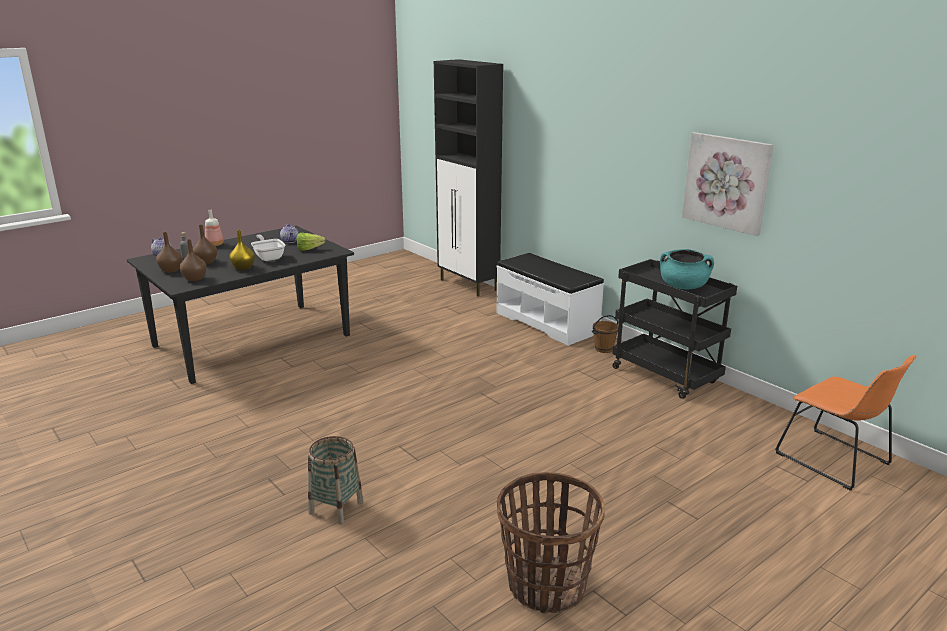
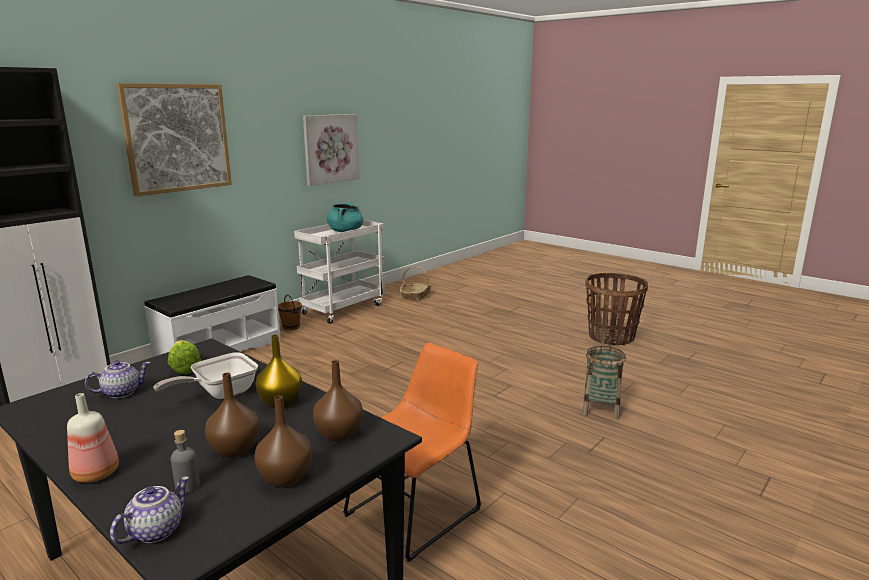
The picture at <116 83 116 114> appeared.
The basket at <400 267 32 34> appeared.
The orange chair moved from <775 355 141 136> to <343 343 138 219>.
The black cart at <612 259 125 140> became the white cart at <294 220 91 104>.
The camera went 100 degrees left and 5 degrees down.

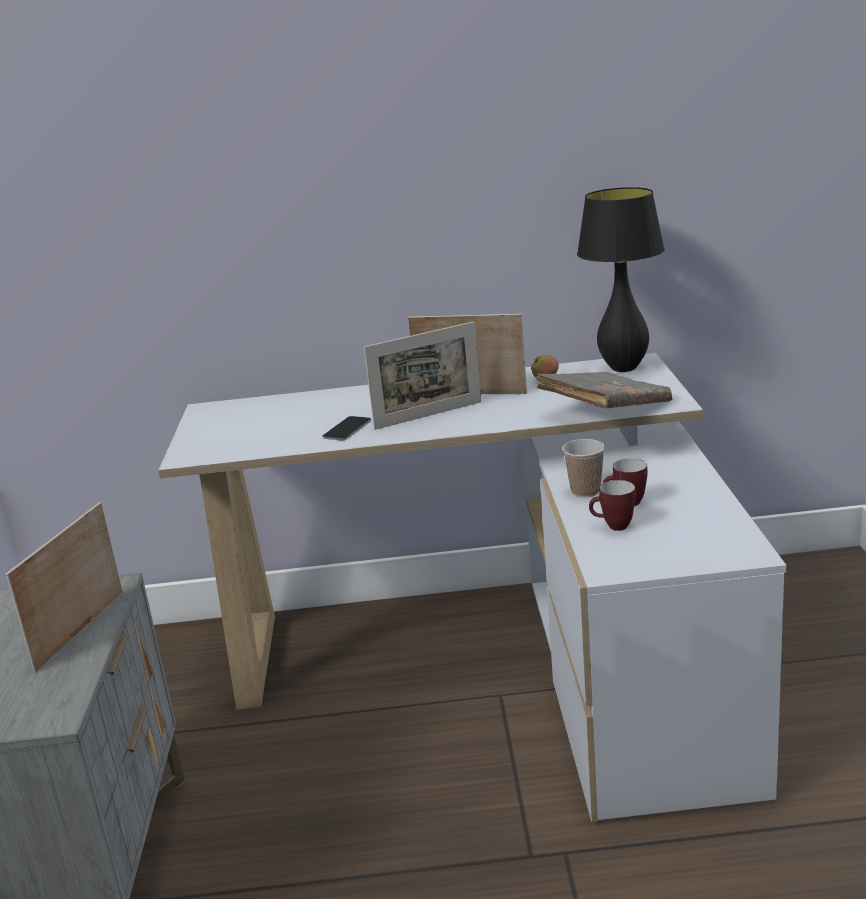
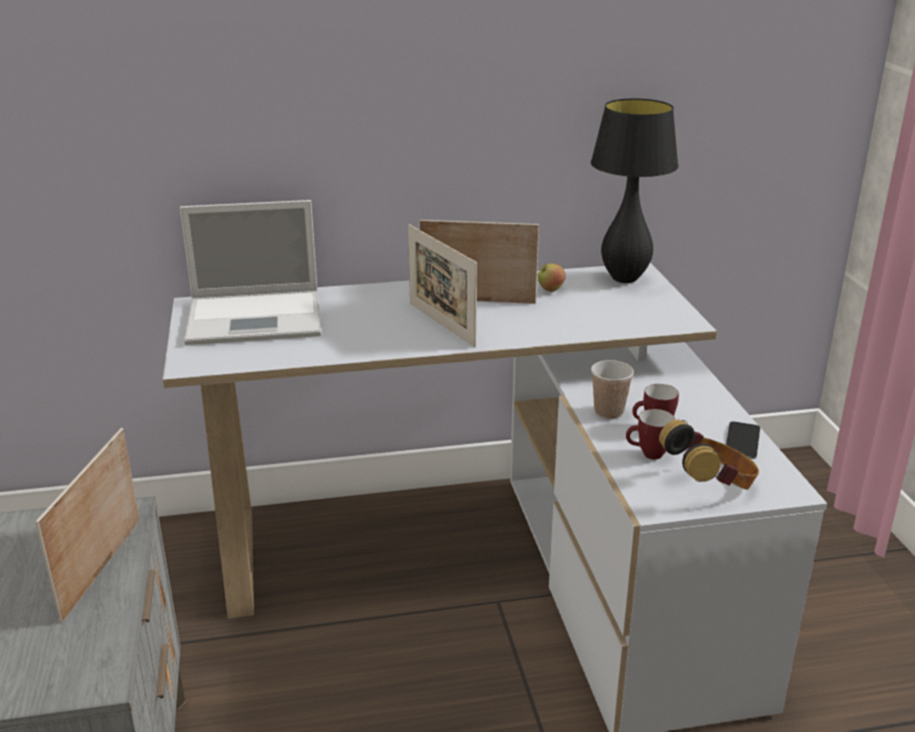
The grey book at <536 372 136 36> disappeared.
The laptop at <180 200 141 145> appeared.
The headphones at <659 419 100 71> appeared.
The phone moved from <323 416 48 24> to <726 421 34 38>.
The picture frame at <364 321 117 109> turned 90 degrees clockwise.
The camera went 10 degrees left and 5 degrees up.

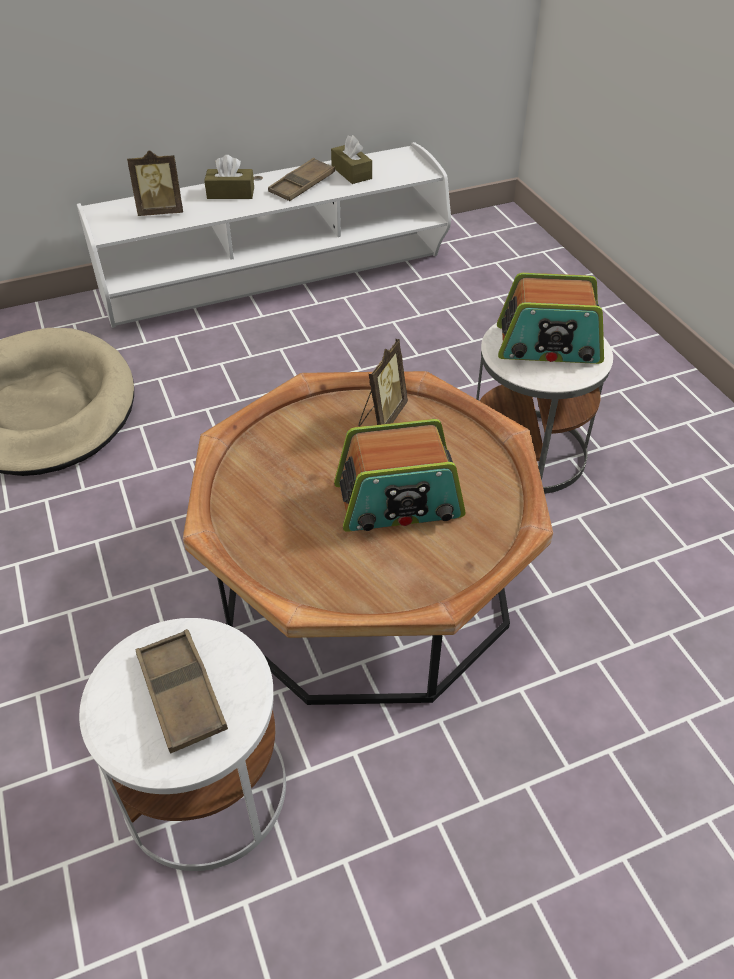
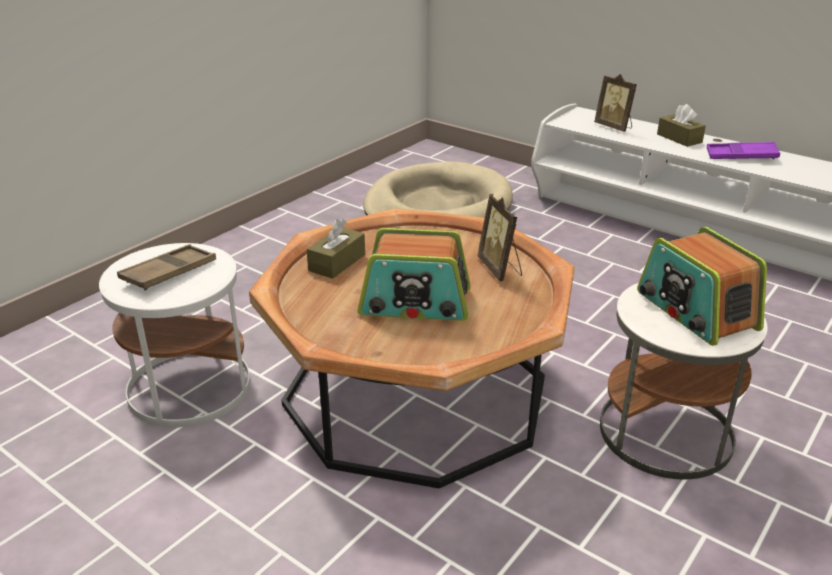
The brown tissue box moved from <331 135 41 49> to <307 219 58 60>.
The brown tray at <268 158 67 43> became the purple tray at <707 142 73 17>.
The radio at <334 419 132 113> turned 45 degrees counterclockwise.
The picture frame at <358 339 50 87> turned 75 degrees clockwise.
The camera went 60 degrees right and 15 degrees down.

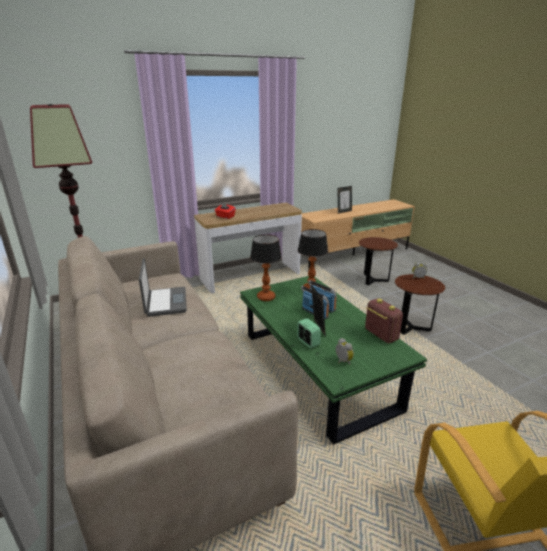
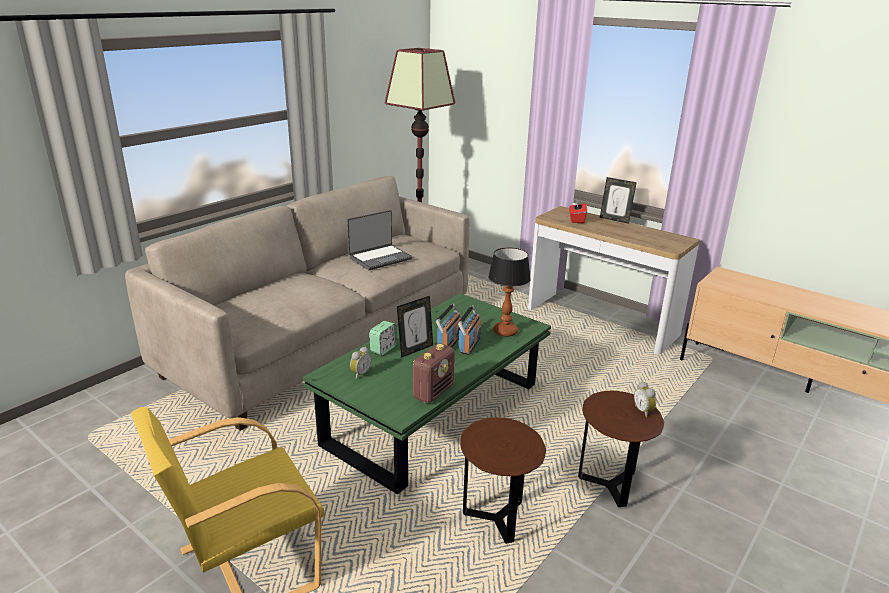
The table lamp at <250 235 32 66> disappeared.
The picture frame moved from <338 186 14 28> to <600 177 37 47>.
The brown side table moved from <359 237 39 48> to <460 417 86 127>.
The camera went 65 degrees right and 0 degrees up.

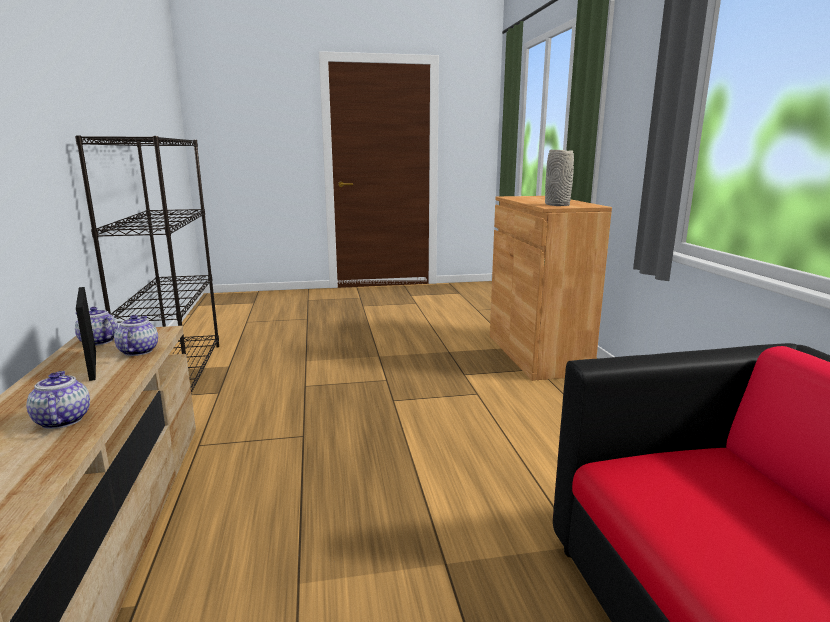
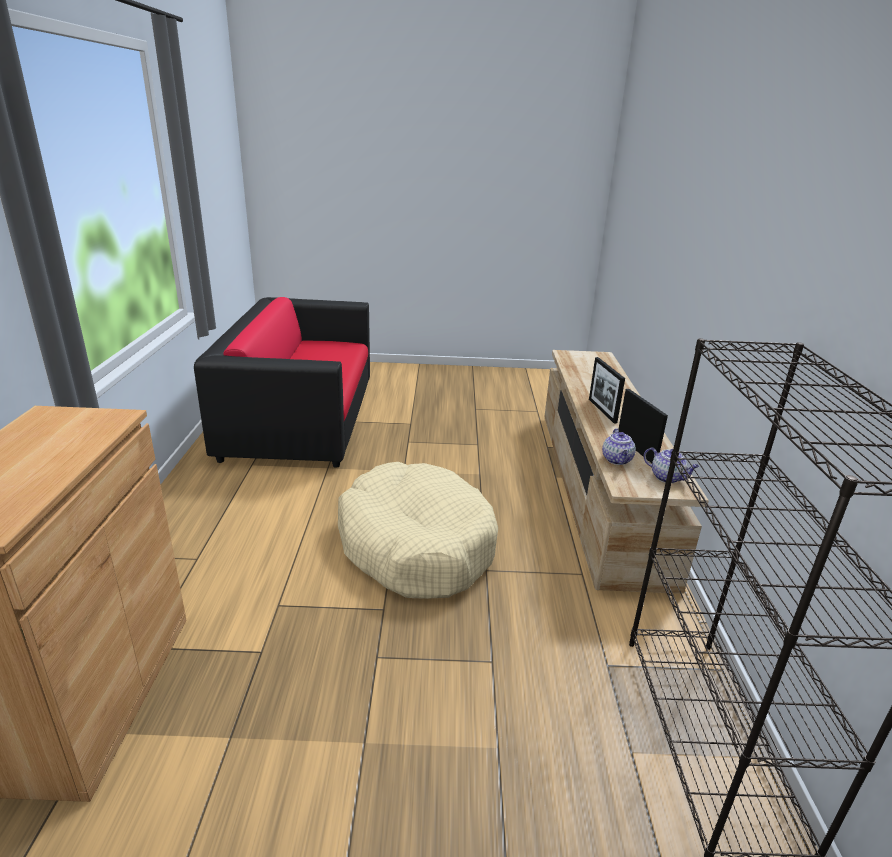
The grey vase at <545 150 29 56> disappeared.
The beige dog bed at <338 462 160 137> appeared.
The teapot at <26 371 64 58> was replaced by the picture frame at <589 357 36 67>.
The camera went 170 degrees left and 10 degrees up.

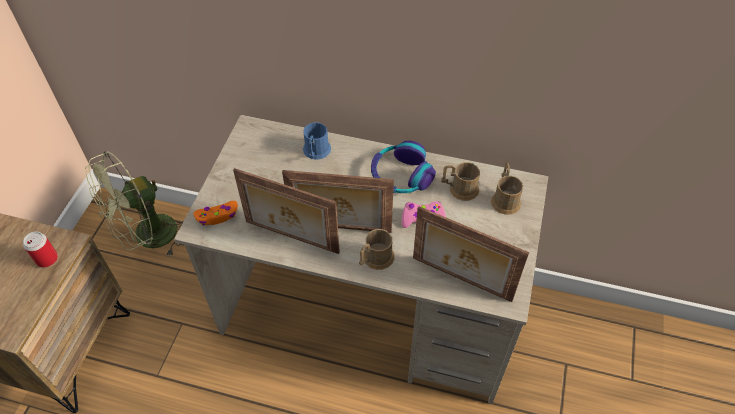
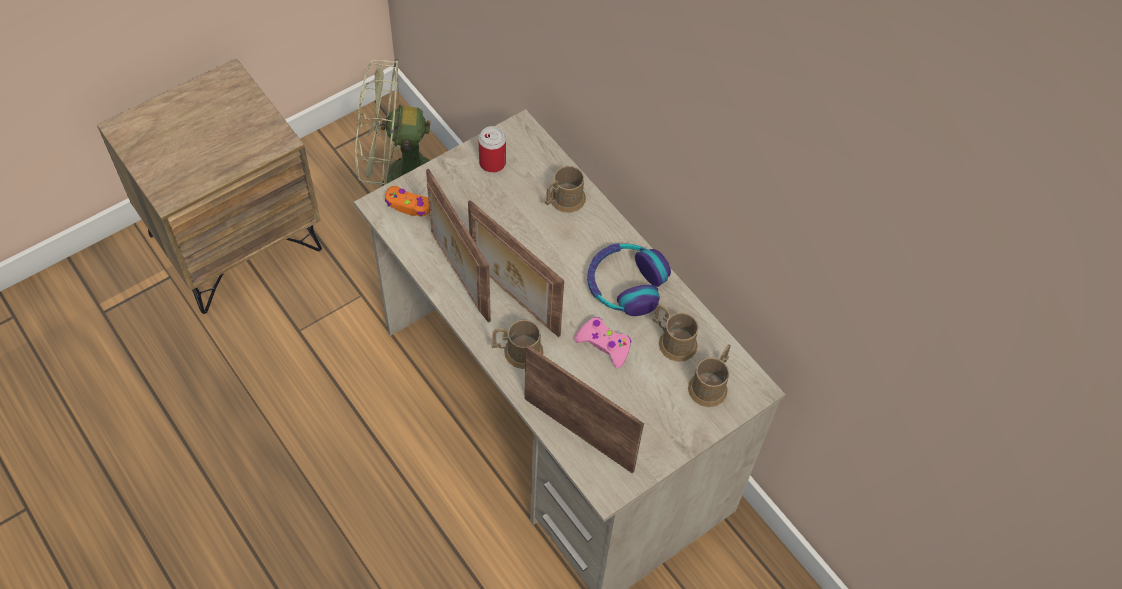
The can moved from <23 231 35 37> to <478 126 28 47>.
The blue mug at <303 122 28 38> became the brown mug at <545 166 41 47>.
The picture frame at <413 206 116 96> turned 150 degrees clockwise.
The camera went 35 degrees right and 5 degrees up.

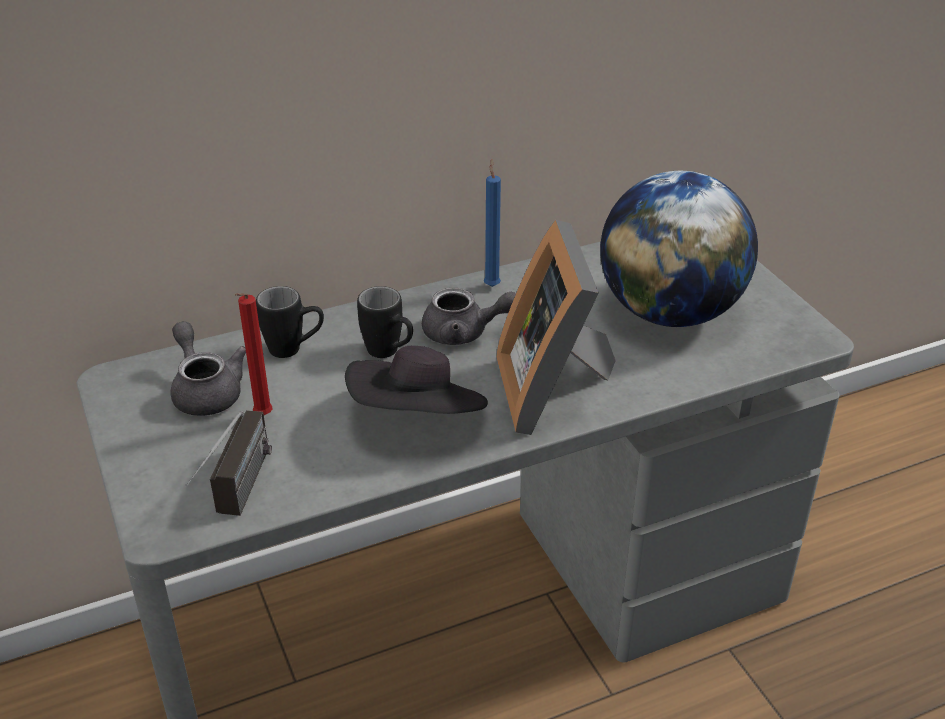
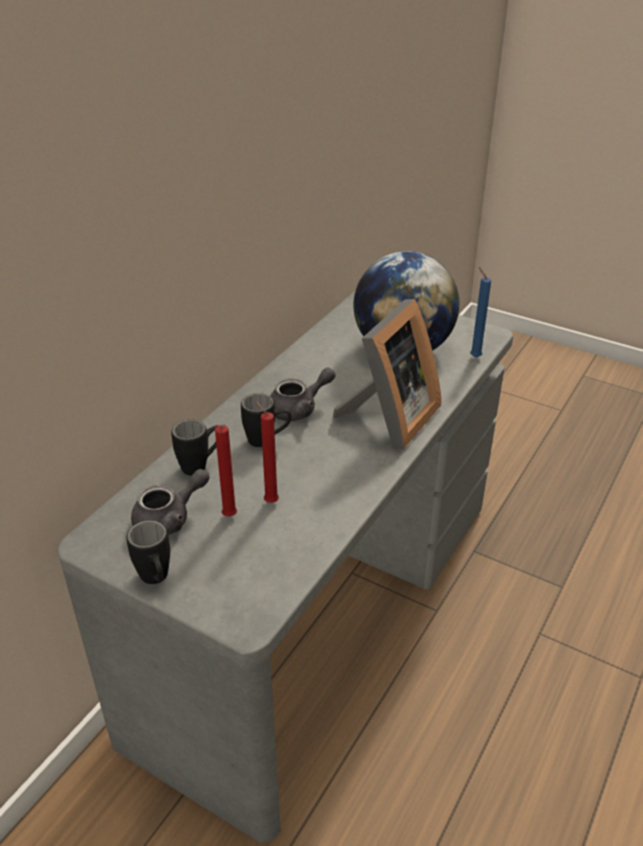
The radio at <185 410 87 106> disappeared.
The black hat at <345 346 143 68> disappeared.
The black mug at <126 520 44 64> appeared.
The red candle at <255 401 24 102> appeared.
The blue candle moved from <484 159 17 128> to <470 267 21 91>.
The grey teapot at <171 321 75 95> turned 120 degrees clockwise.
The picture frame at <496 220 120 215> turned 105 degrees counterclockwise.
The camera went 35 degrees left and 0 degrees up.

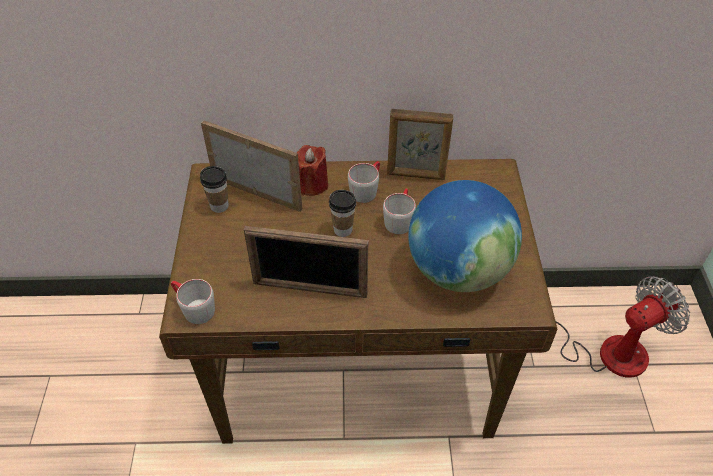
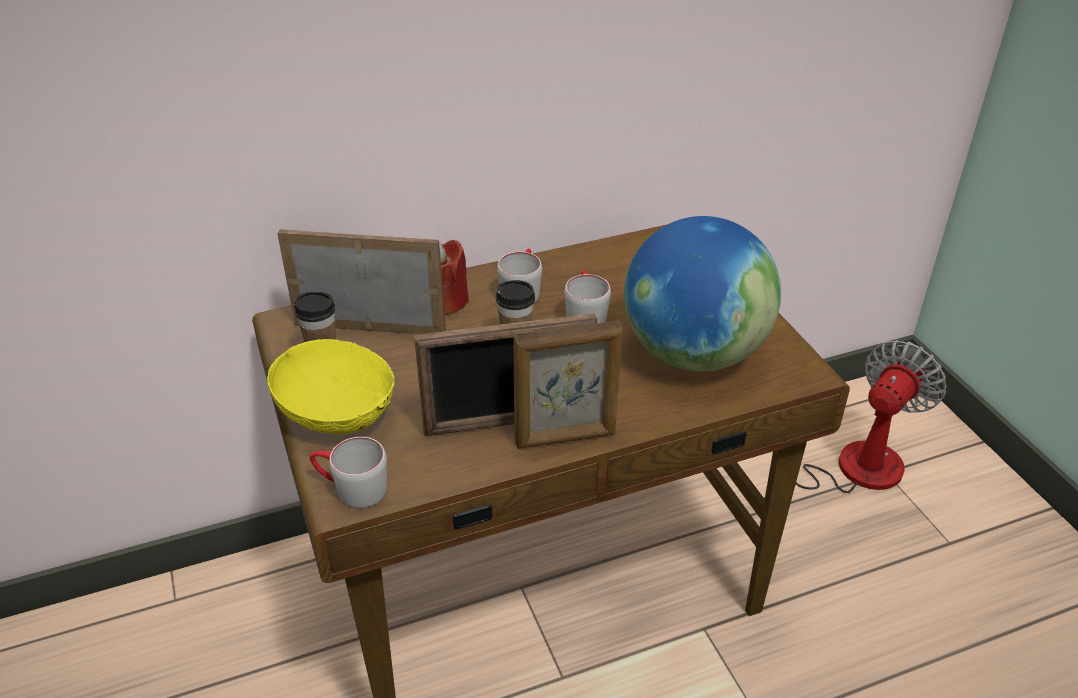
The yellow bowl at <267 339 128 95> appeared.
The picture frame moved from <387 109 67 71> to <513 321 110 128>.
The camera went 20 degrees left and 10 degrees down.

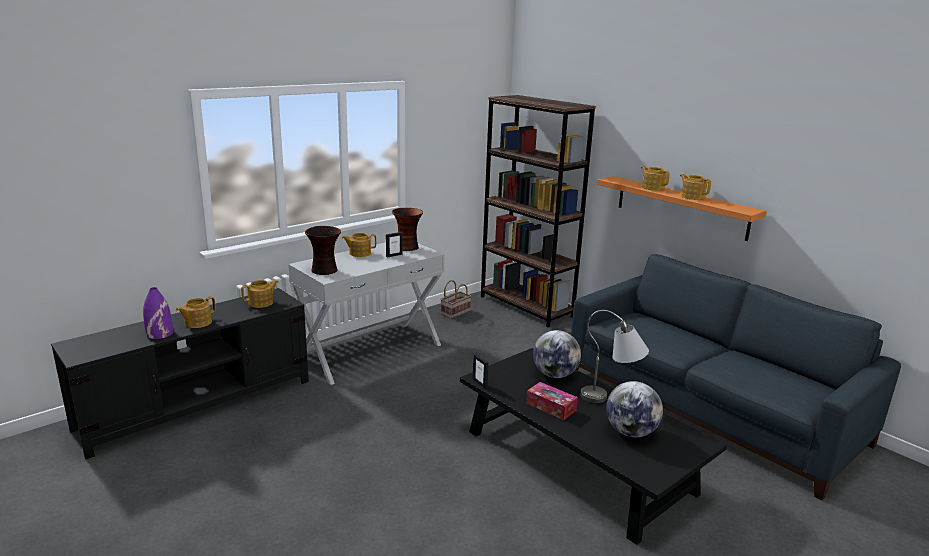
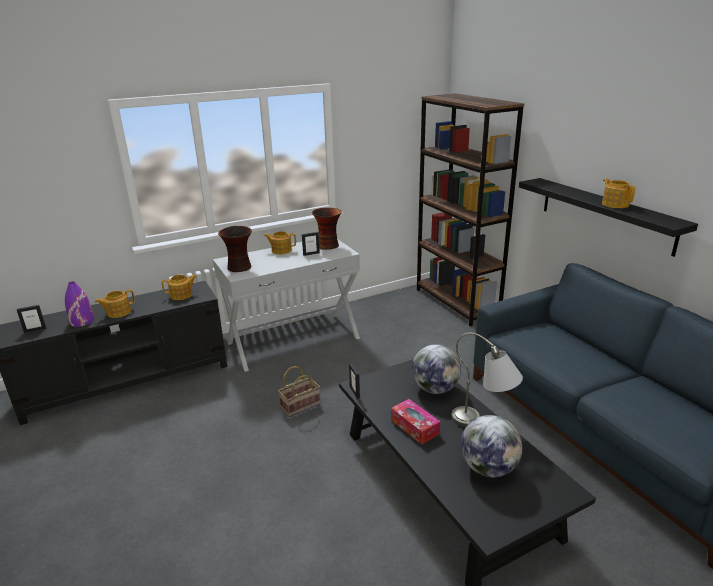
The teapot at <641 166 29 25> disappeared.
The picture frame at <16 305 30 28> appeared.
The basket moved from <440 280 31 39> to <278 366 43 51>.
The orange shelf at <597 176 170 65> became the black shelf at <519 178 179 79>.
The camera went 15 degrees right and 5 degrees up.

